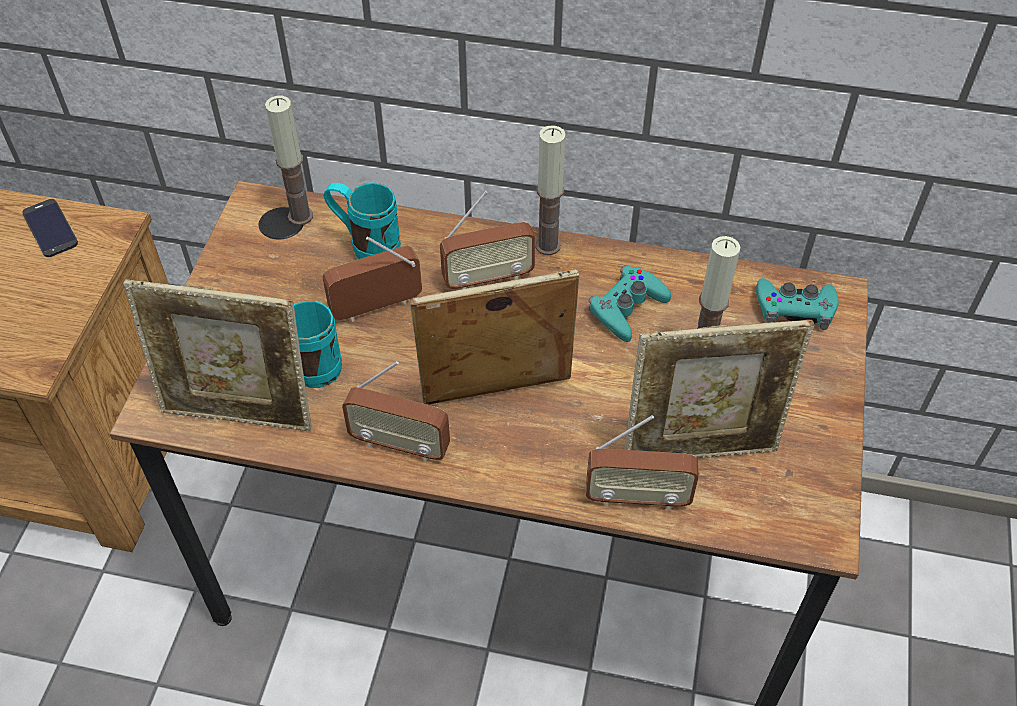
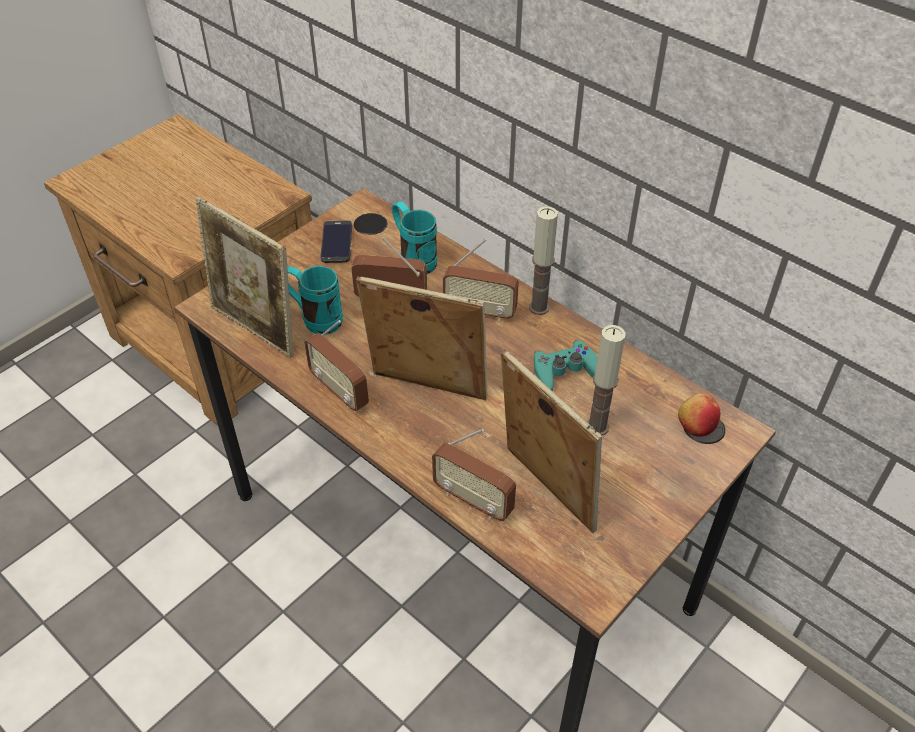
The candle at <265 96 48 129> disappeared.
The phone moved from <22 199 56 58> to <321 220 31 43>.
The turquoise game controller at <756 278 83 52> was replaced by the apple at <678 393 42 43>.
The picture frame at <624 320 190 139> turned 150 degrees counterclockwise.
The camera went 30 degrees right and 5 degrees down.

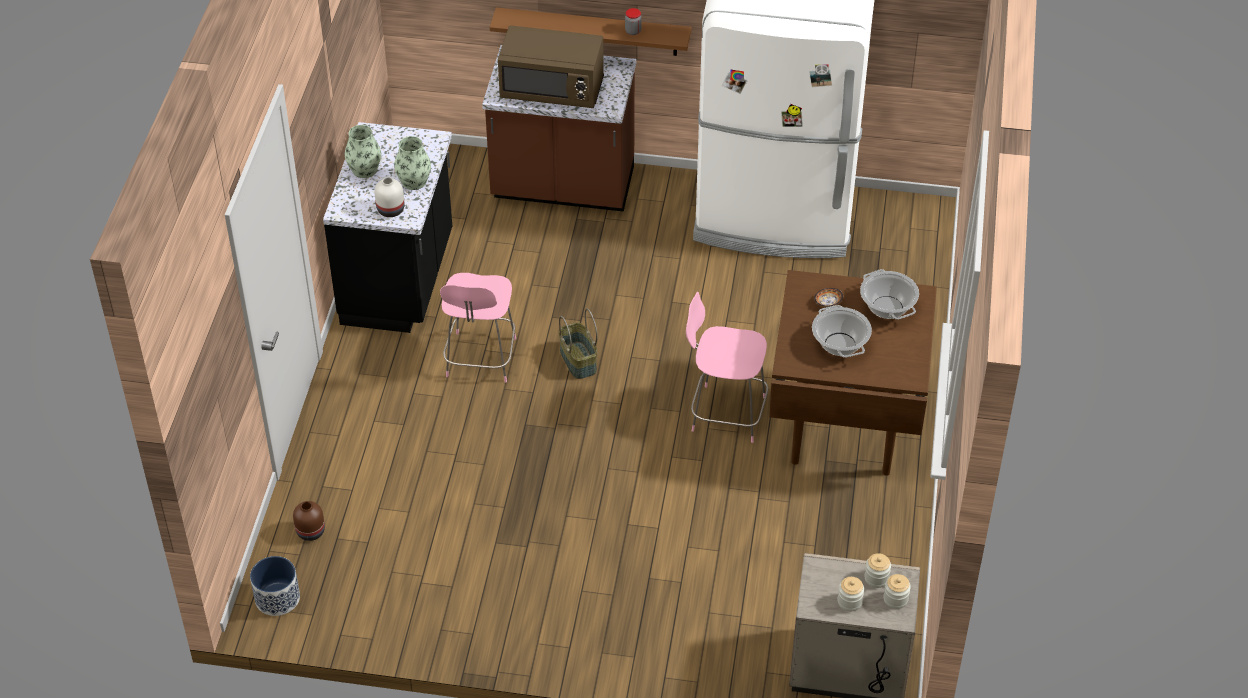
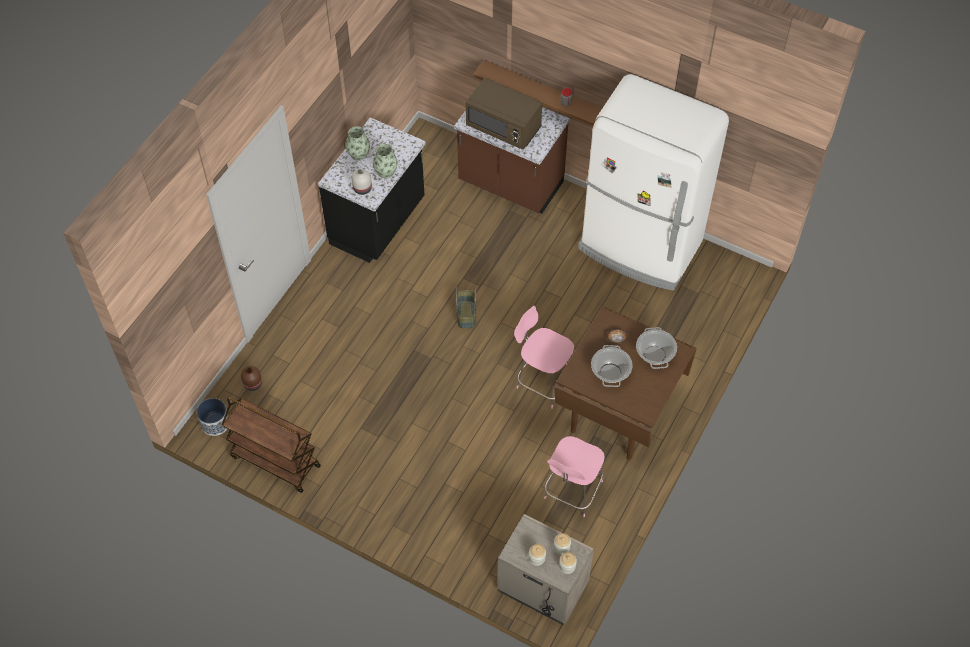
The brown cart at <222 397 99 96> appeared.
The pink chair moved from <440 273 76 110> to <544 436 61 81>.
The camera went 20 degrees right and 10 degrees up.

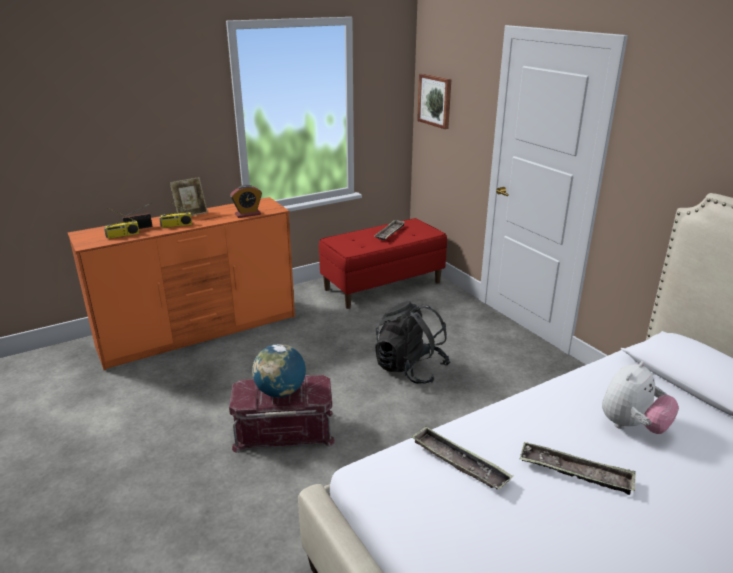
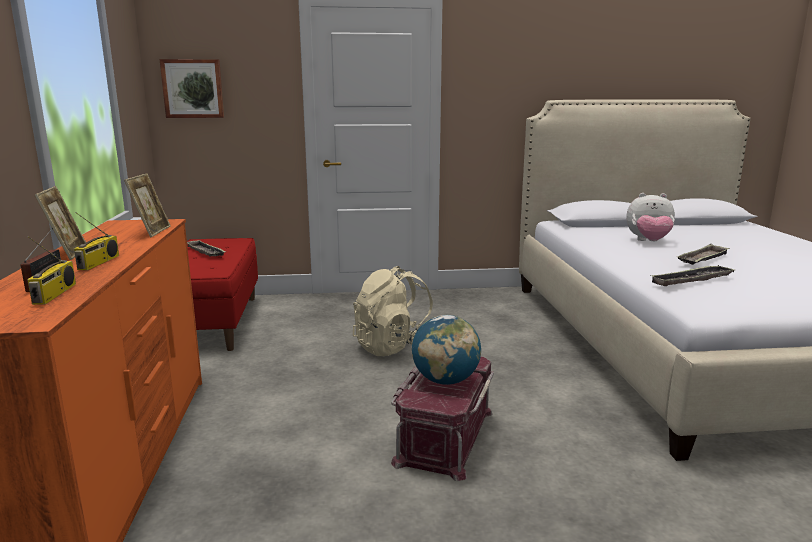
The alarm clock at <230 185 32 33> was replaced by the picture frame at <124 173 47 65>.
The black backpack at <375 301 75 83> became the beige backpack at <353 266 80 90>.
The plush toy at <602 361 77 73> turned 120 degrees clockwise.
The camera went 65 degrees left and 10 degrees down.

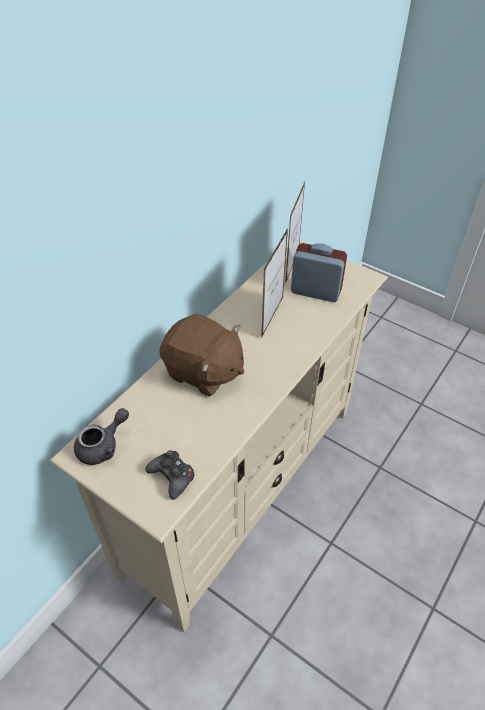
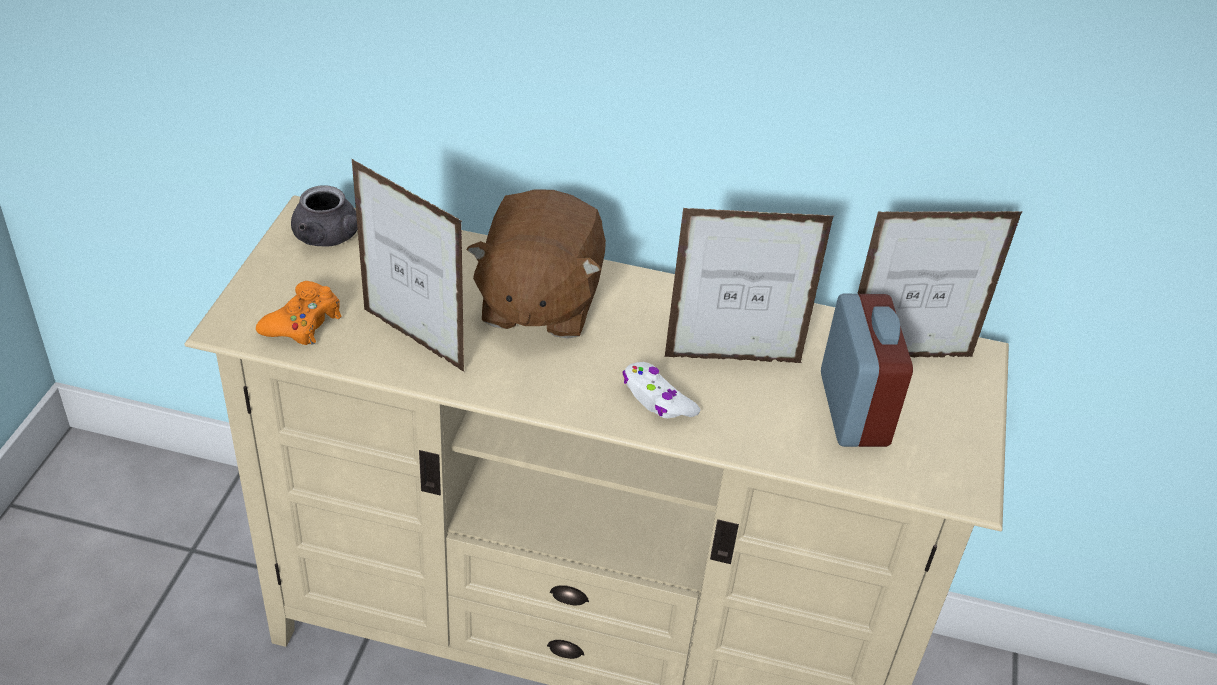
The picture frame at <352 159 113 213> appeared.
The white game controller at <623 362 77 56> appeared.
The black game controller at <145 450 50 50> became the orange game controller at <256 281 85 64>.
The camera went 65 degrees right and 5 degrees down.

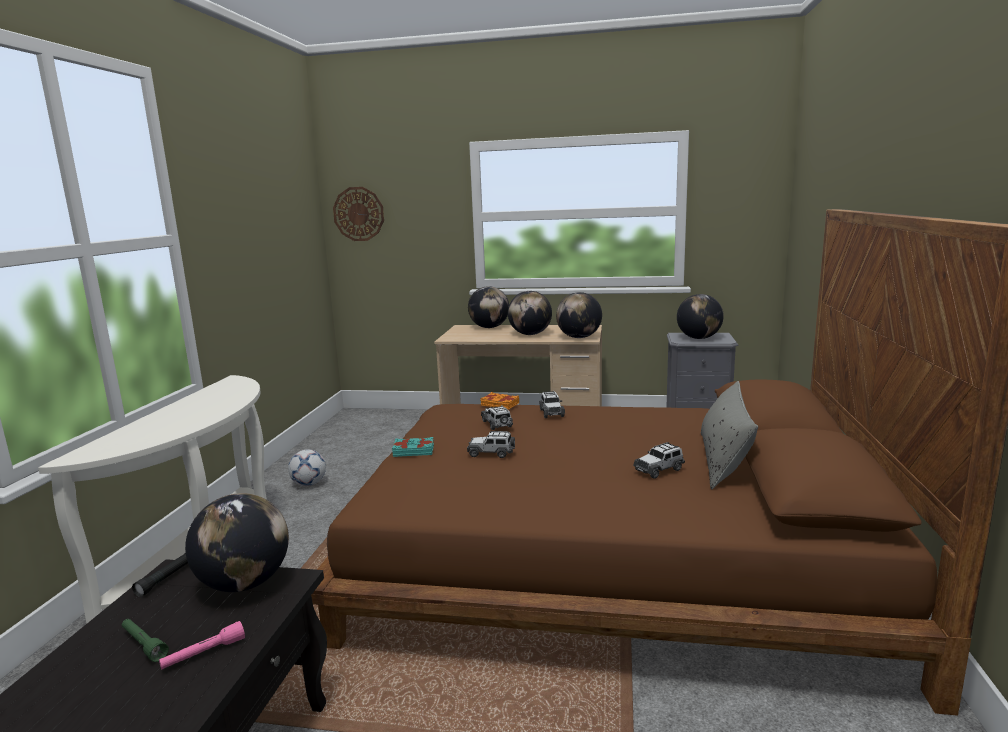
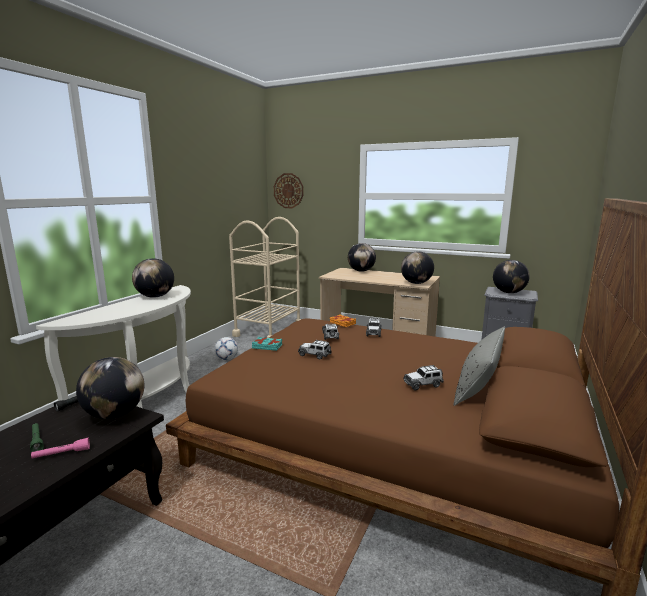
The beige cart at <229 217 72 121> appeared.
The globe moved from <508 291 44 44> to <132 258 42 40>.
The camera went 15 degrees right and 0 degrees up.

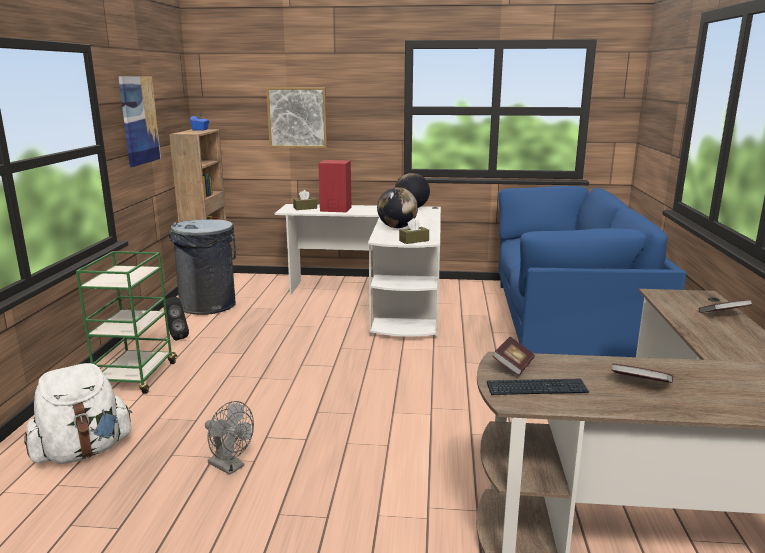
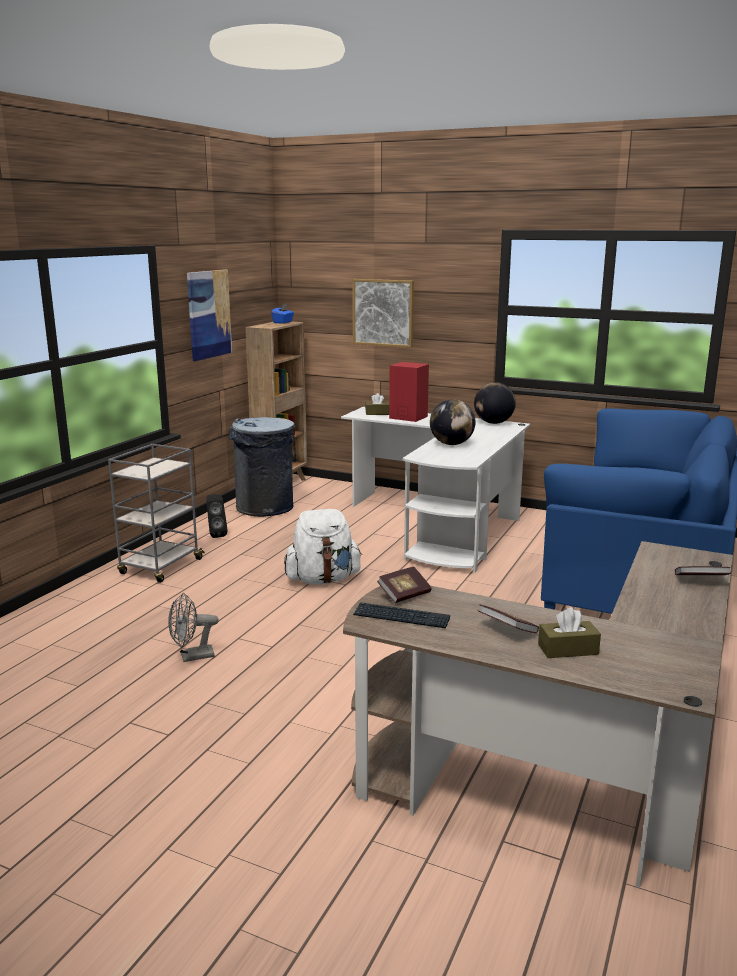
The white backpack moved from <24 363 108 101> to <284 509 78 76>.
The brown tissue box moved from <399 218 30 26> to <538 607 63 51>.
The green cart at <76 251 101 143> became the grey cart at <108 444 97 139>.
The grey fan at <205 401 49 74> turned 105 degrees clockwise.
The camera went 20 degrees right and 0 degrees up.

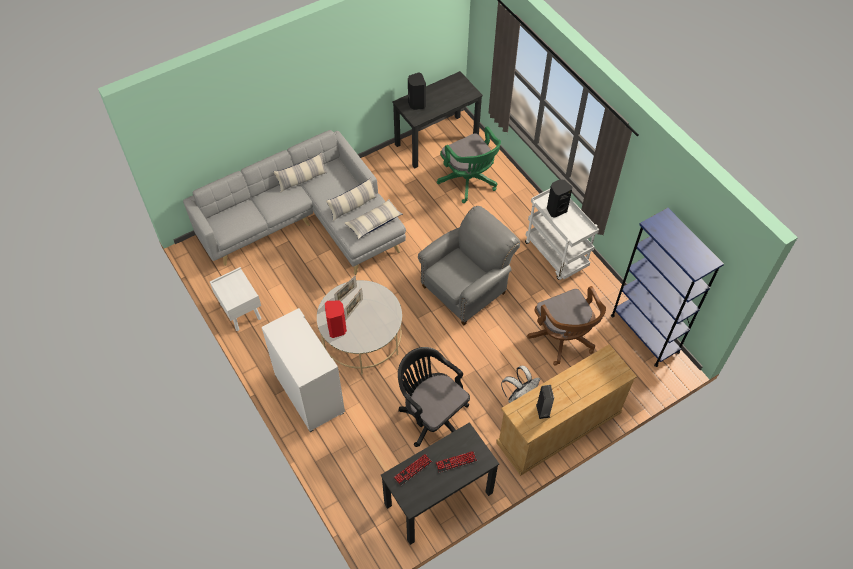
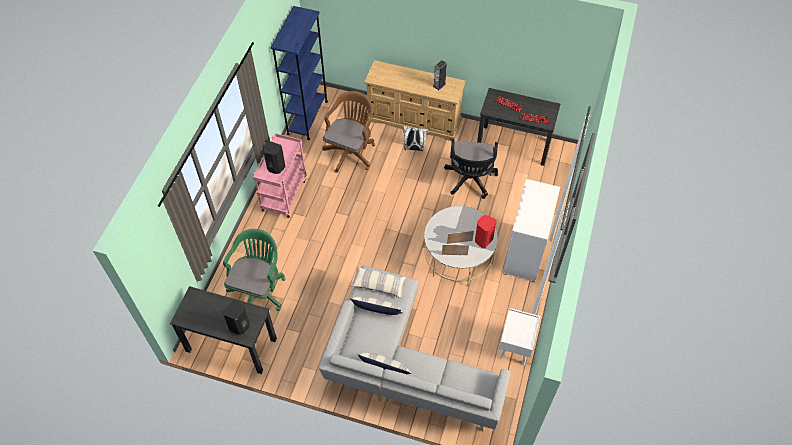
The grey armchair at <418 206 102 120> disappeared.
The white cart at <525 189 74 91> became the pink cart at <253 133 54 85>.
The camera went 130 degrees left and 0 degrees up.

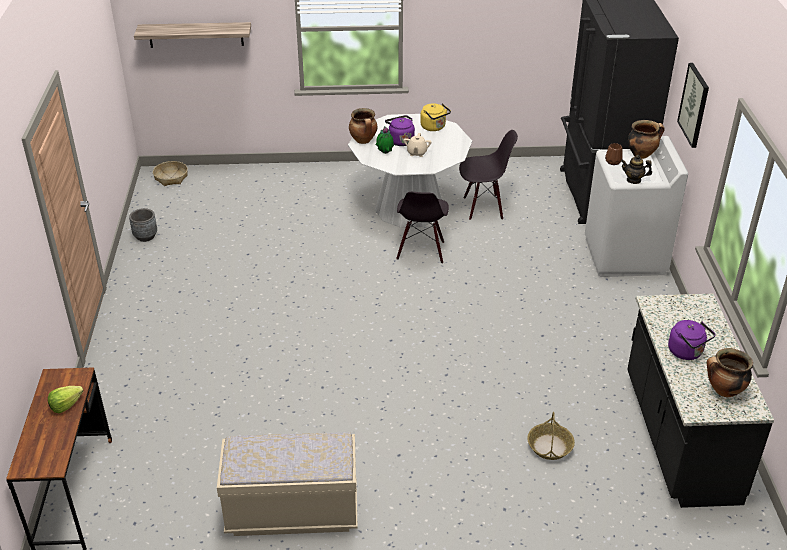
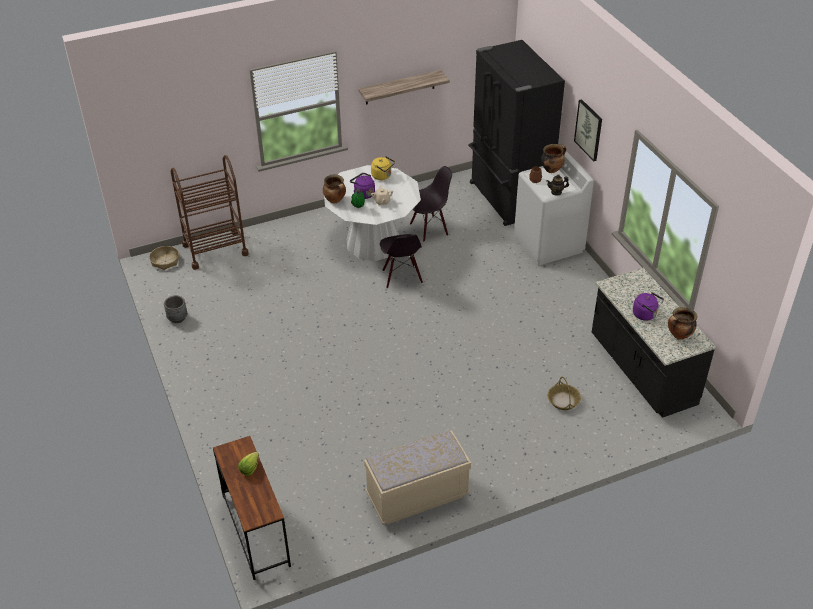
The brown cart at <171 155 78 115> appeared.
The shelf moved from <134 22 117 26> to <358 70 92 34>.
The camera went 20 degrees left and 5 degrees up.

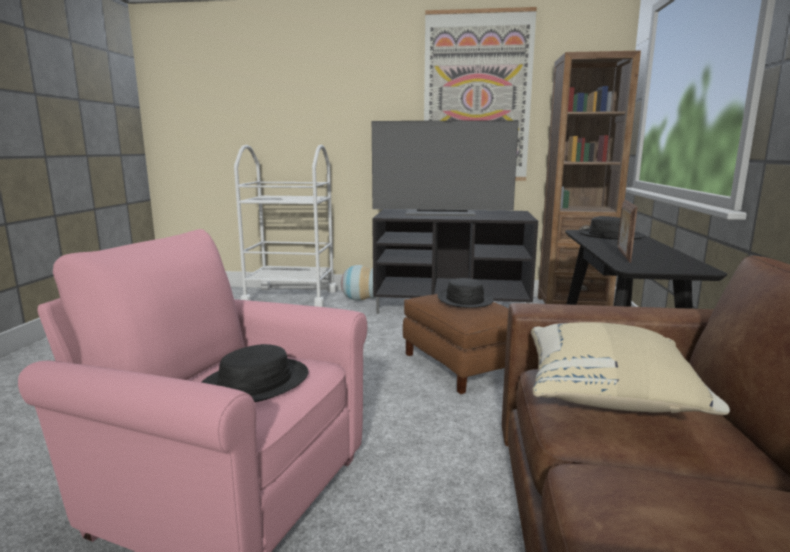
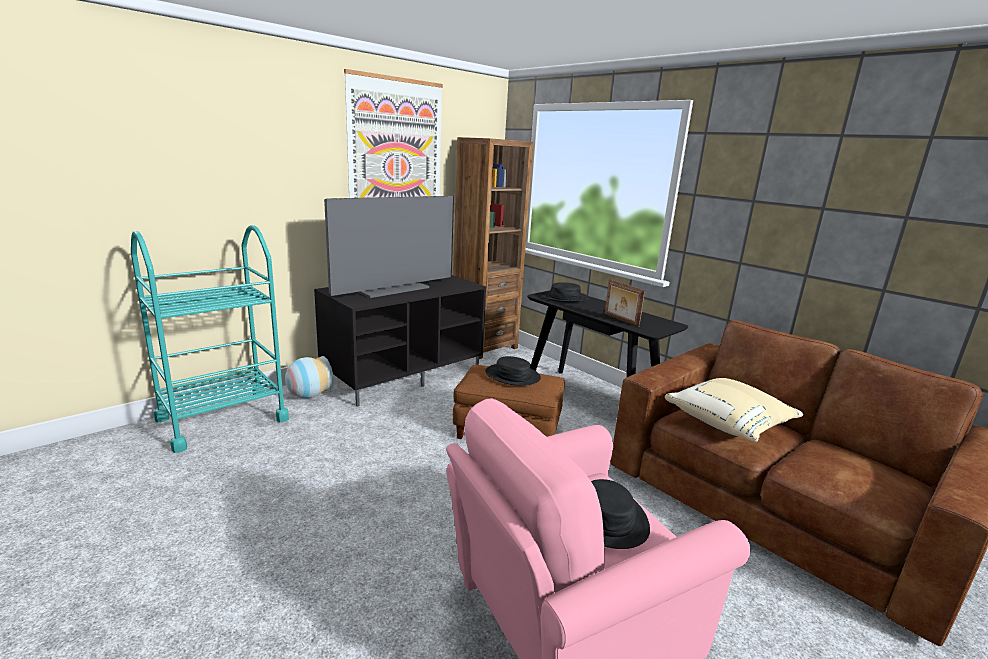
The white cart at <234 145 103 162> became the turquoise cart at <131 225 158 228>.
The camera went 50 degrees left and 5 degrees up.

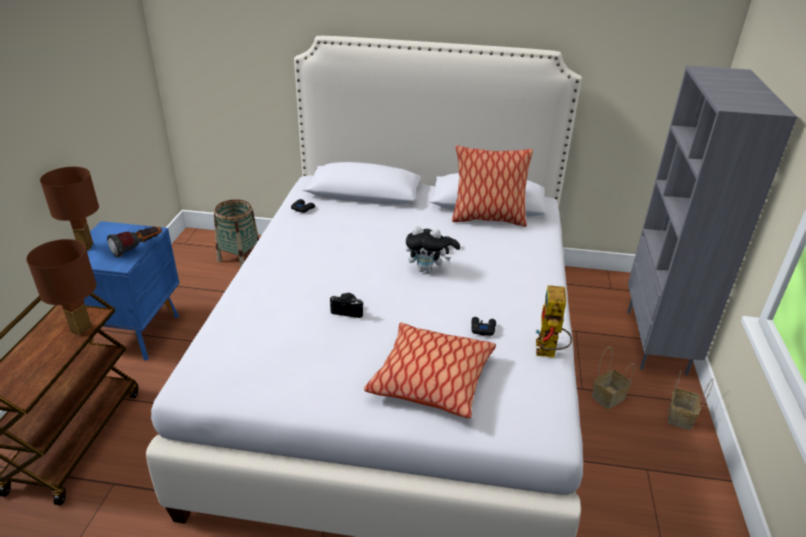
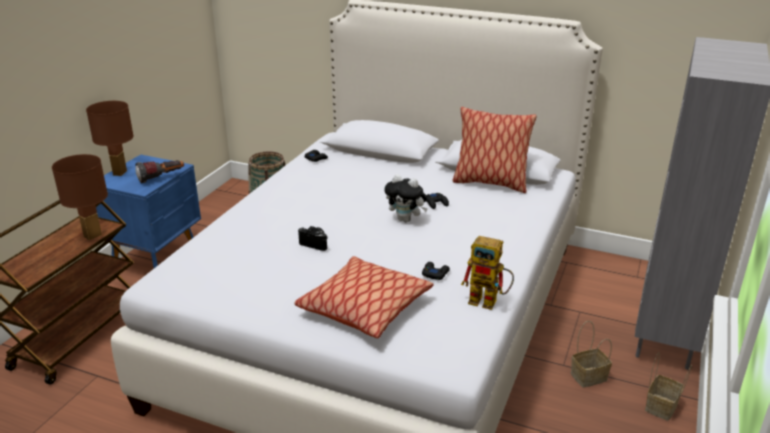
The toy robot at <536 285 36 72> turned 90 degrees counterclockwise.
The camera went 15 degrees right and 5 degrees down.

